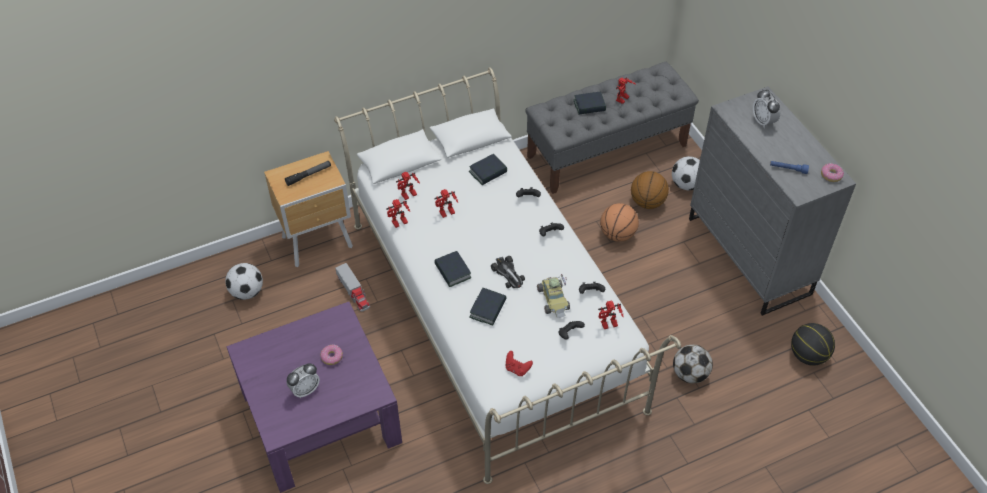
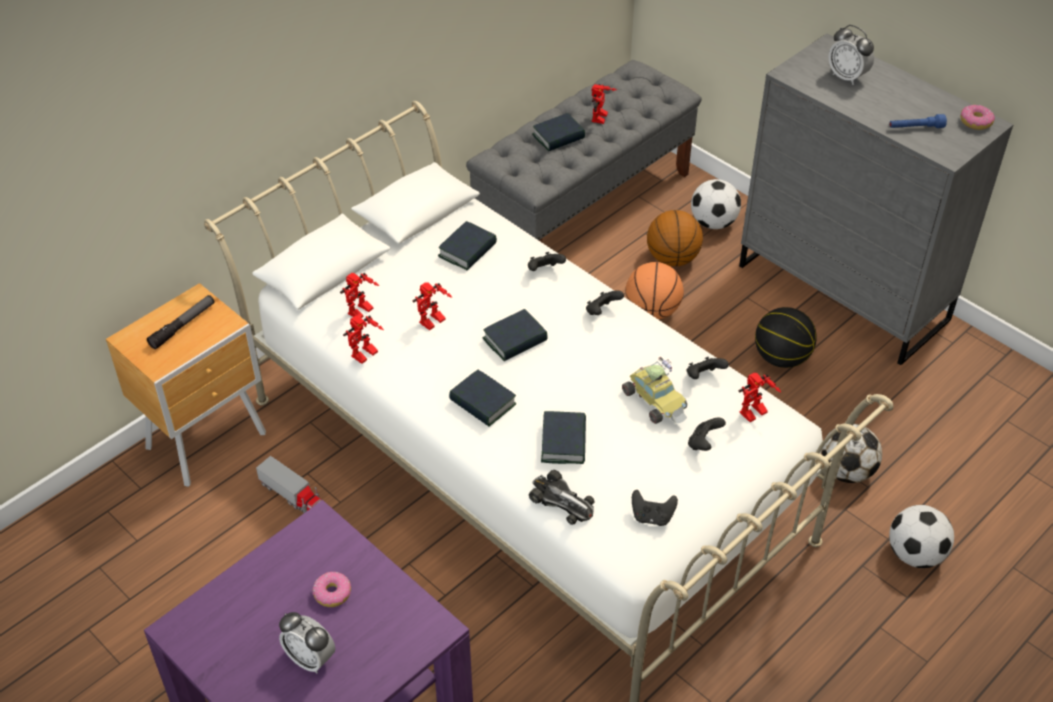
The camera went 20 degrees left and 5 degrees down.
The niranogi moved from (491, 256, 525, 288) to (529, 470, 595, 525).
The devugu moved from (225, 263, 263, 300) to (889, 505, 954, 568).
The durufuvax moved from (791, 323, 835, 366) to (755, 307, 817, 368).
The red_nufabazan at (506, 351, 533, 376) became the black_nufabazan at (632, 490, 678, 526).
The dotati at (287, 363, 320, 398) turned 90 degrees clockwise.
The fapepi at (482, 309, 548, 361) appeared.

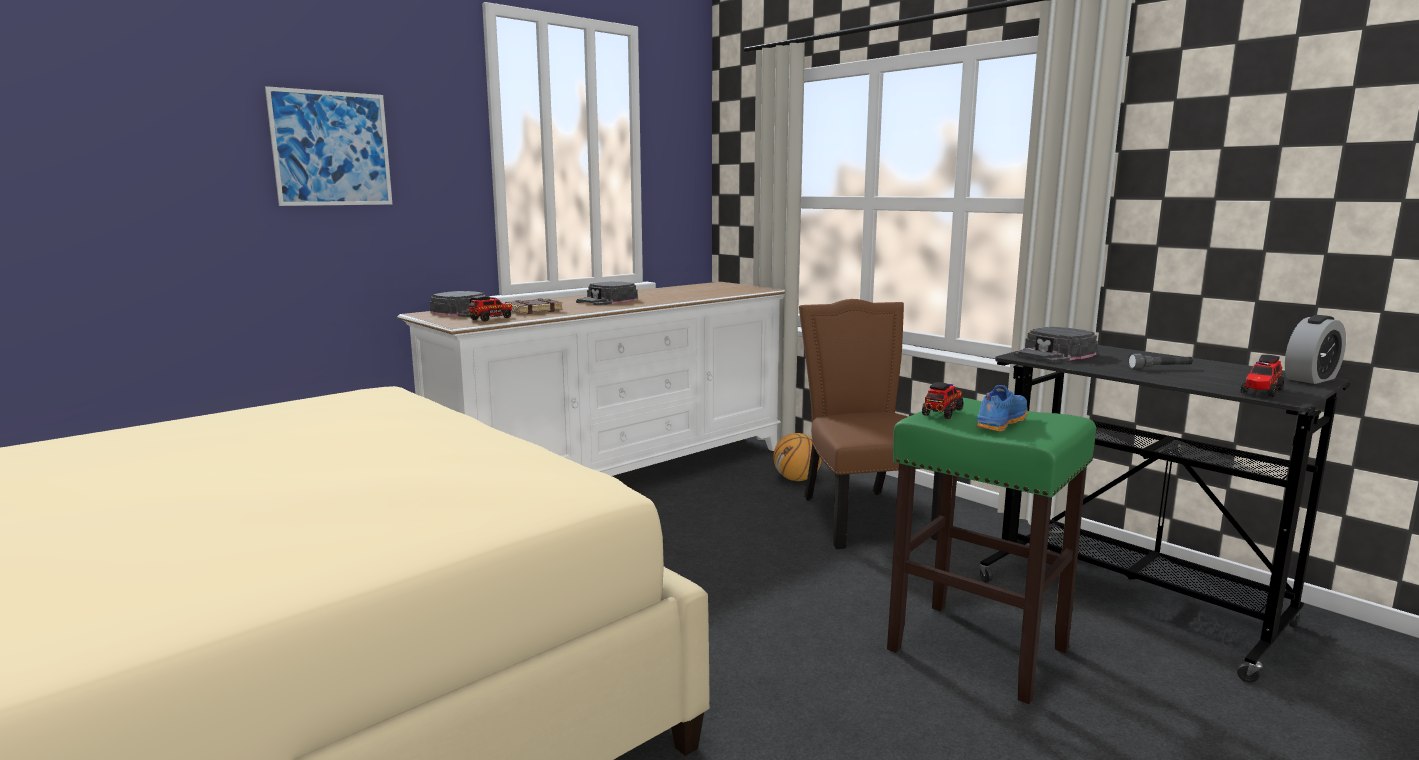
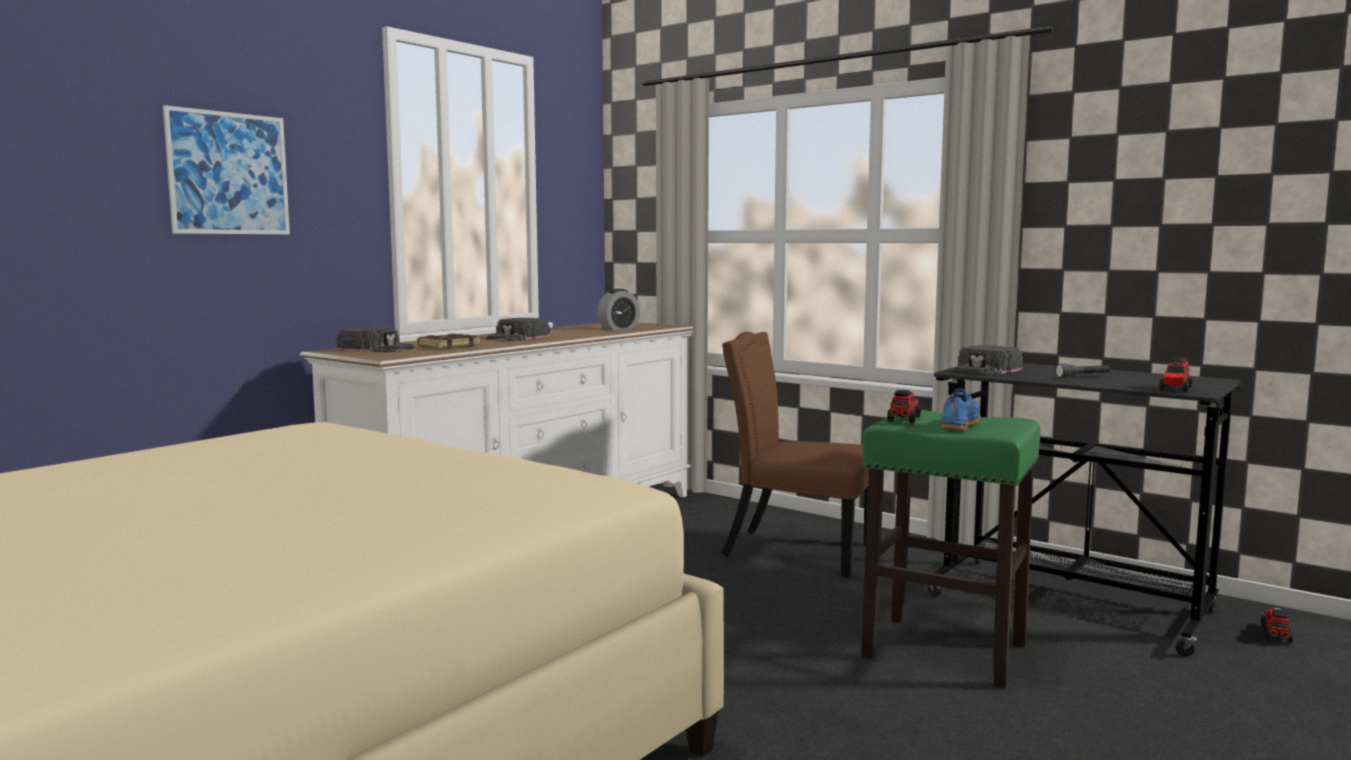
The camera went 10 degrees left and 5 degrees down.
The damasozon moved from (468, 295, 512, 322) to (1260, 608, 1293, 643).
The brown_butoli at (799, 299, 942, 549) turned 45 degrees counterclockwise.
The dotati moved from (1285, 315, 1346, 384) to (597, 289, 640, 330).
The durufuvax at (773, 433, 822, 481) disappeared.

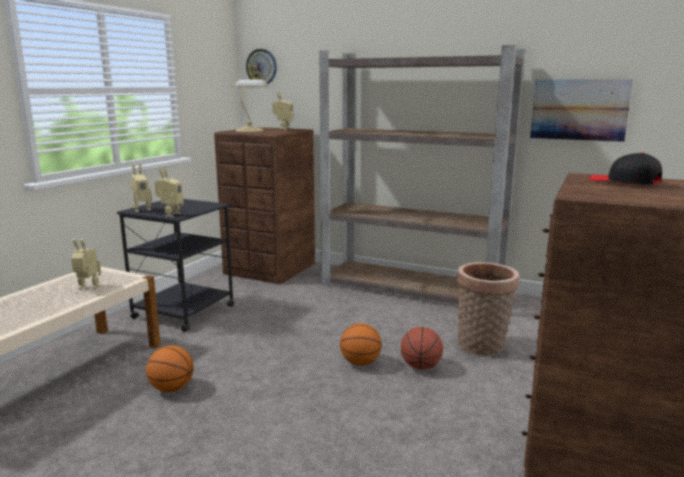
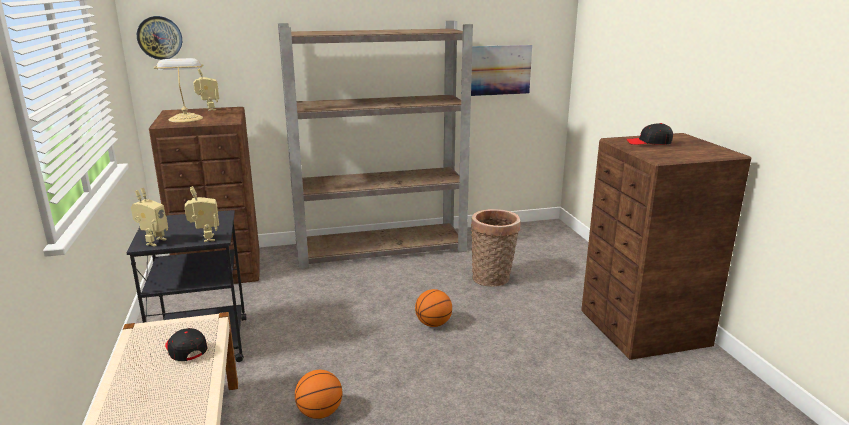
The camera went 40 degrees left and 5 degrees up.
The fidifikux at (71, 239, 101, 289) was replaced by the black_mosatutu at (165, 328, 207, 361).
The durufuvax at (401, 327, 443, 370) disappeared.

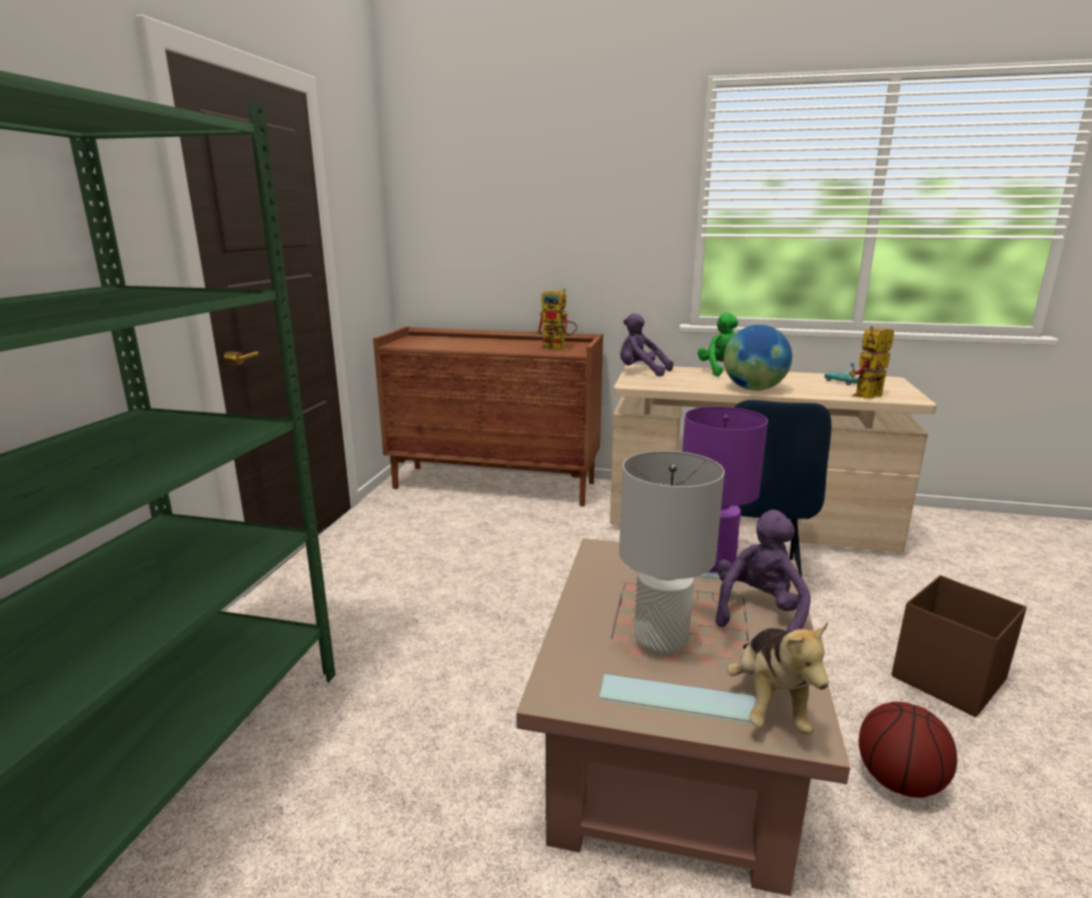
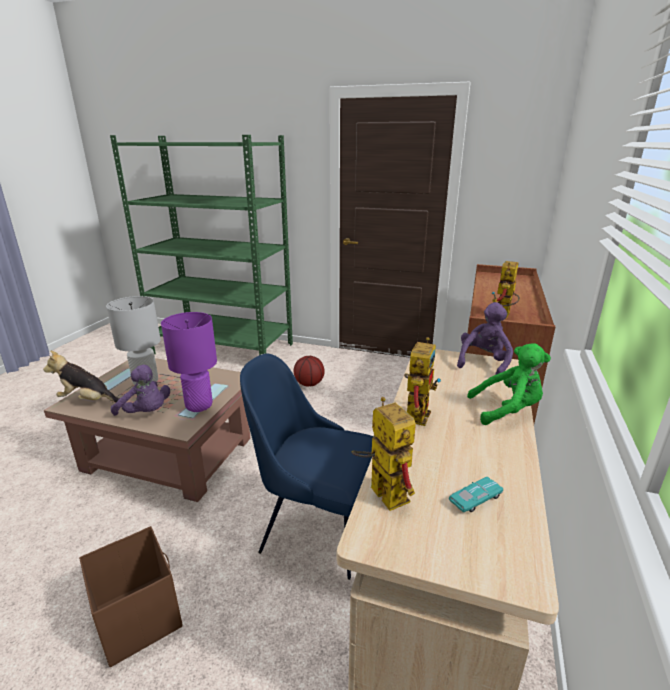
The camera went 95 degrees right and 5 degrees up.
The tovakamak at (724, 325, 792, 391) was replaced by the fidifikux at (404, 337, 441, 426).
The durufuvax moved from (859, 702, 957, 798) to (294, 356, 325, 387).

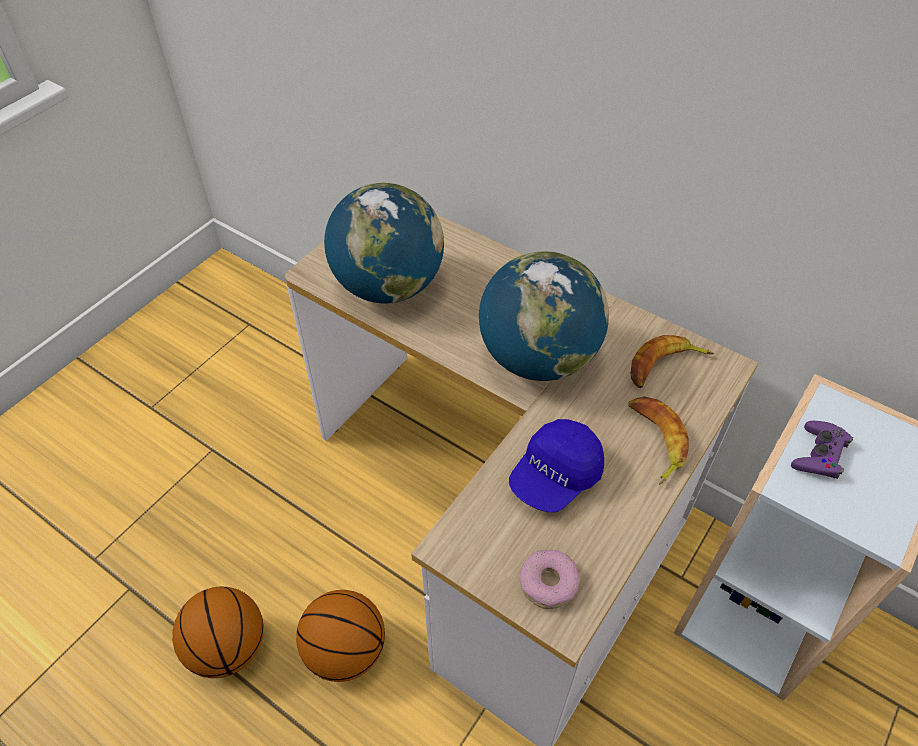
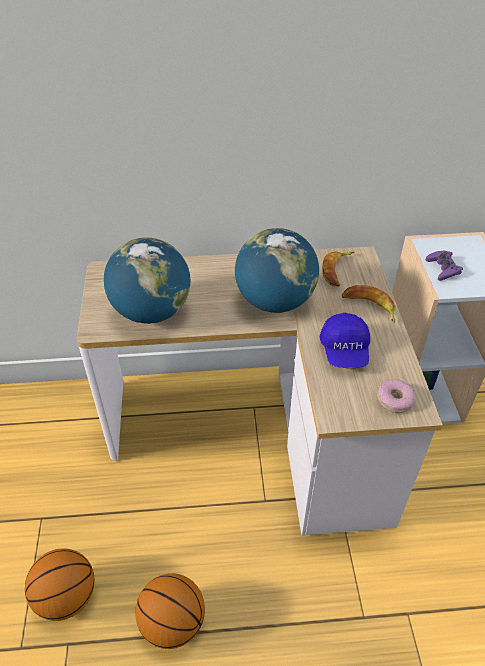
The camera went 40 degrees left and 5 degrees down.
The durufuvax moved from (296, 590, 385, 682) to (25, 548, 95, 621).

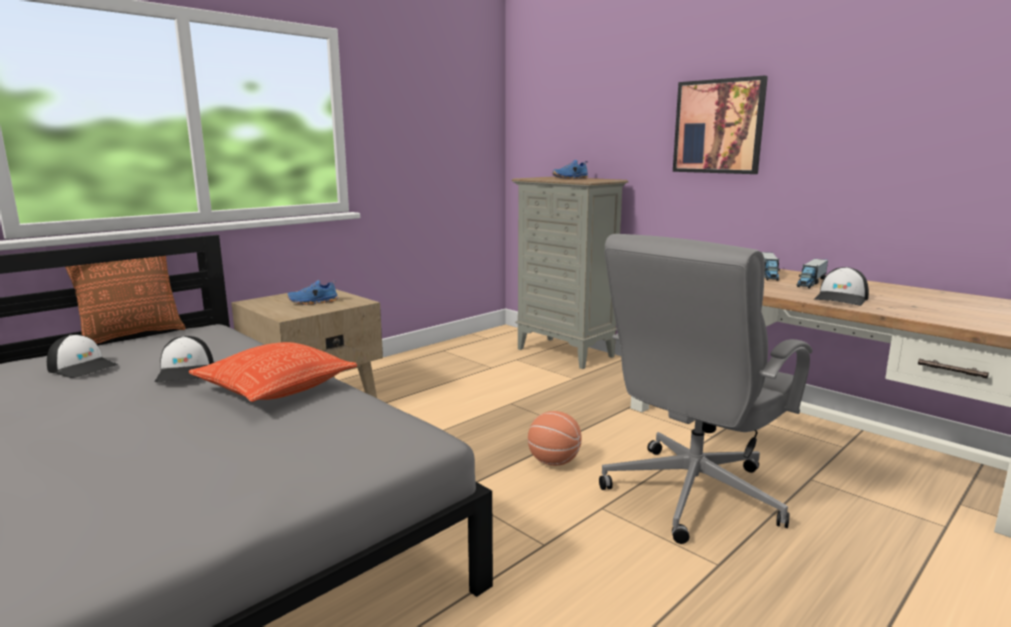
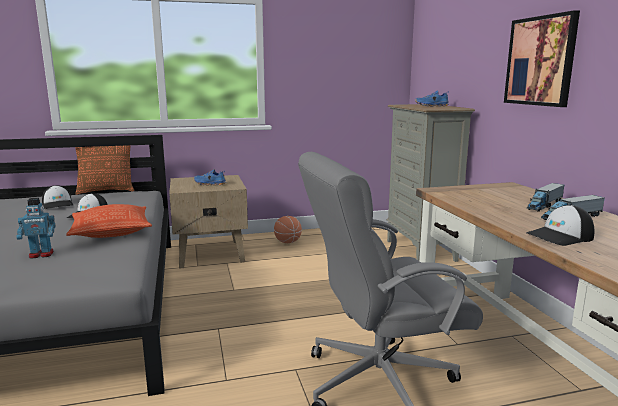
The camera went 30 degrees right and 0 degrees up.
The durufuvax moved from (528, 411, 582, 466) to (274, 216, 302, 243).
The fidifikux at (16, 198, 56, 259) appeared.

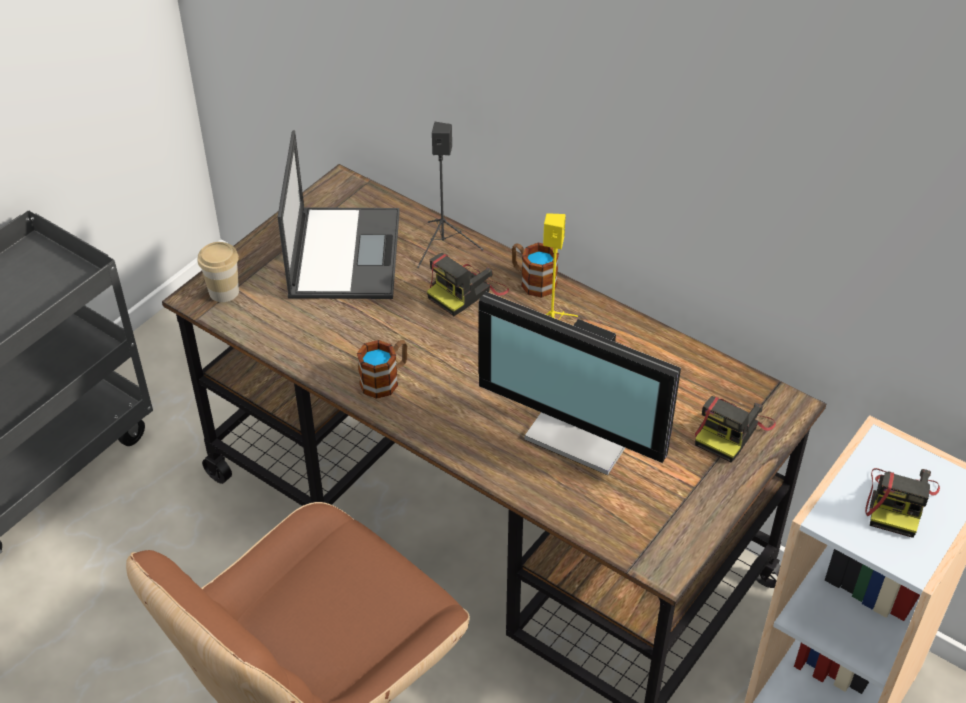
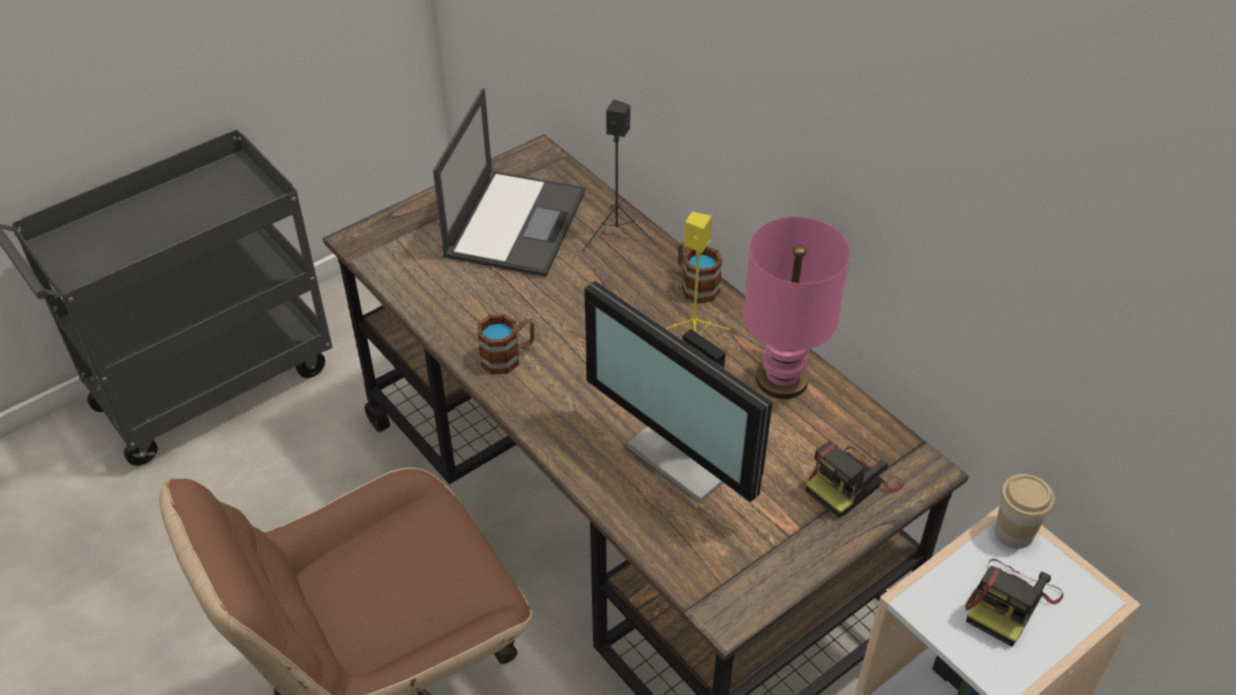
The camera went 15 degrees right and 0 degrees up.
The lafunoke moved from (197, 242, 239, 302) to (995, 474, 1055, 549).
The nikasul at (427, 253, 509, 316) disappeared.
The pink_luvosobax at (743, 217, 850, 399) appeared.

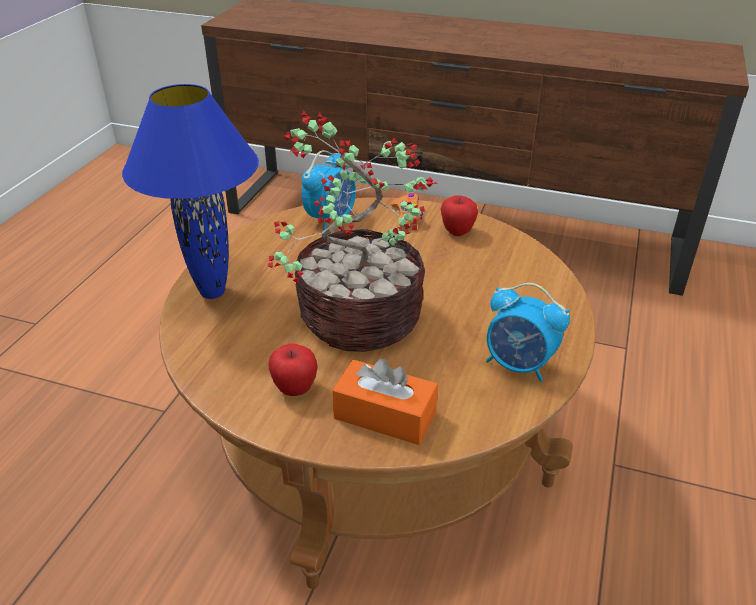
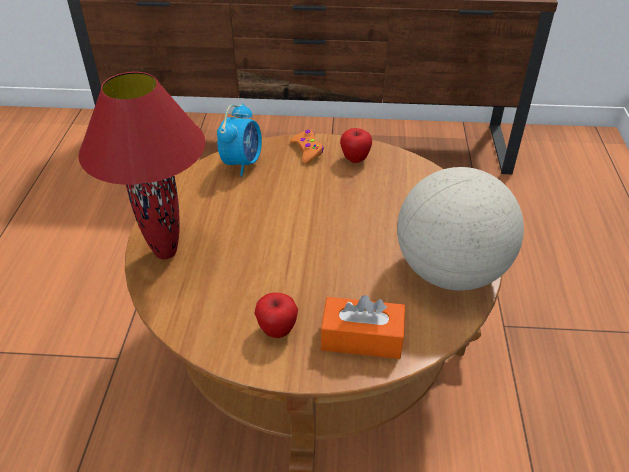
The camera went 15 degrees left and 5 degrees up.
The blue_luvosobax at (122, 84, 259, 299) became the red_luvosobax at (78, 72, 206, 259).
The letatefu at (268, 110, 437, 352) disappeared.
The dotati at (486, 283, 570, 382) was replaced by the tovakamak at (397, 167, 524, 291).

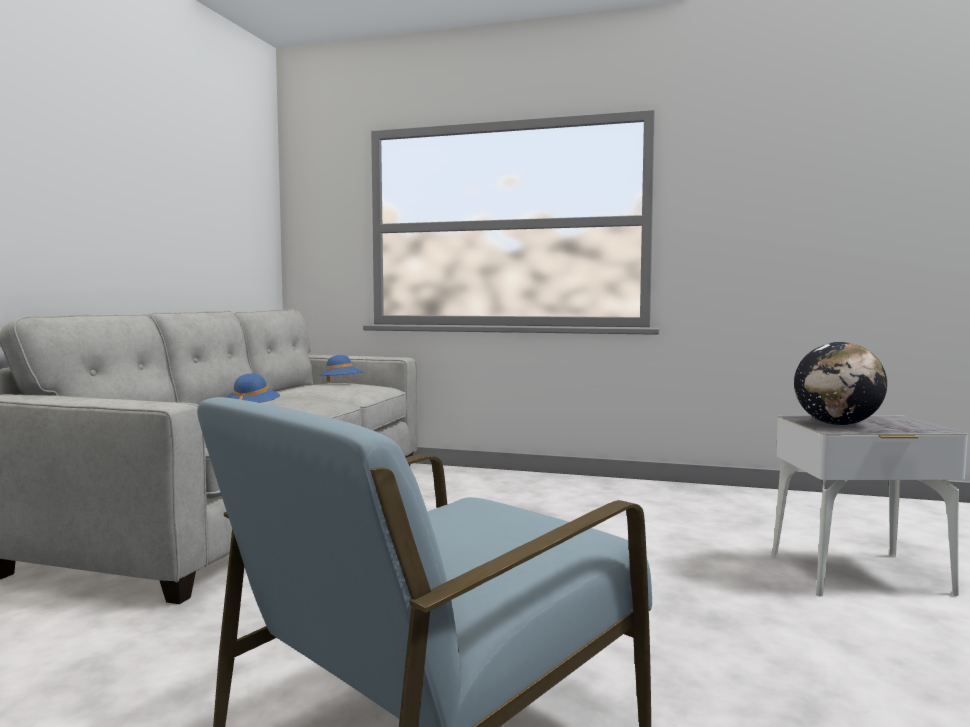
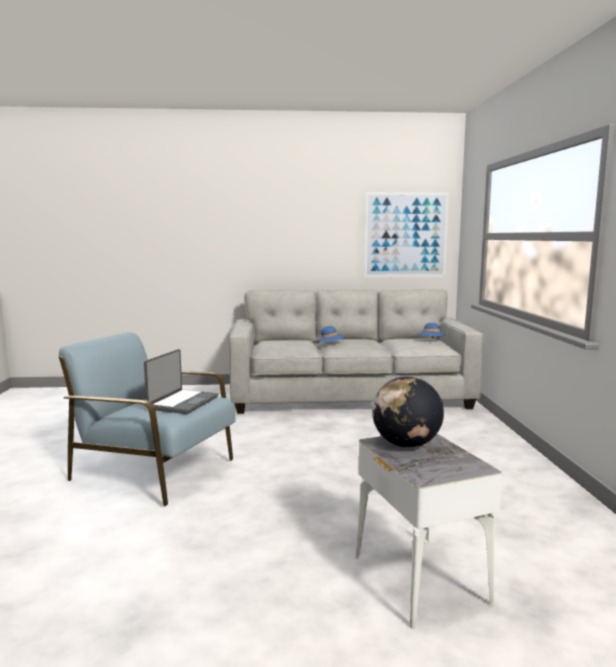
The camera went 70 degrees right and 5 degrees up.
The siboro at (364, 192, 449, 277) appeared.
The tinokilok at (144, 349, 218, 414) appeared.

